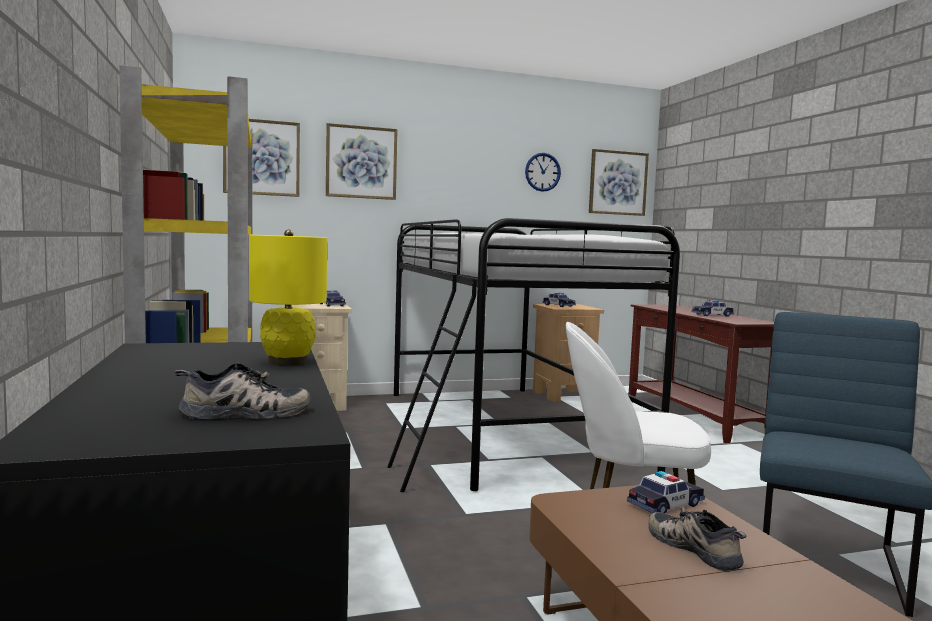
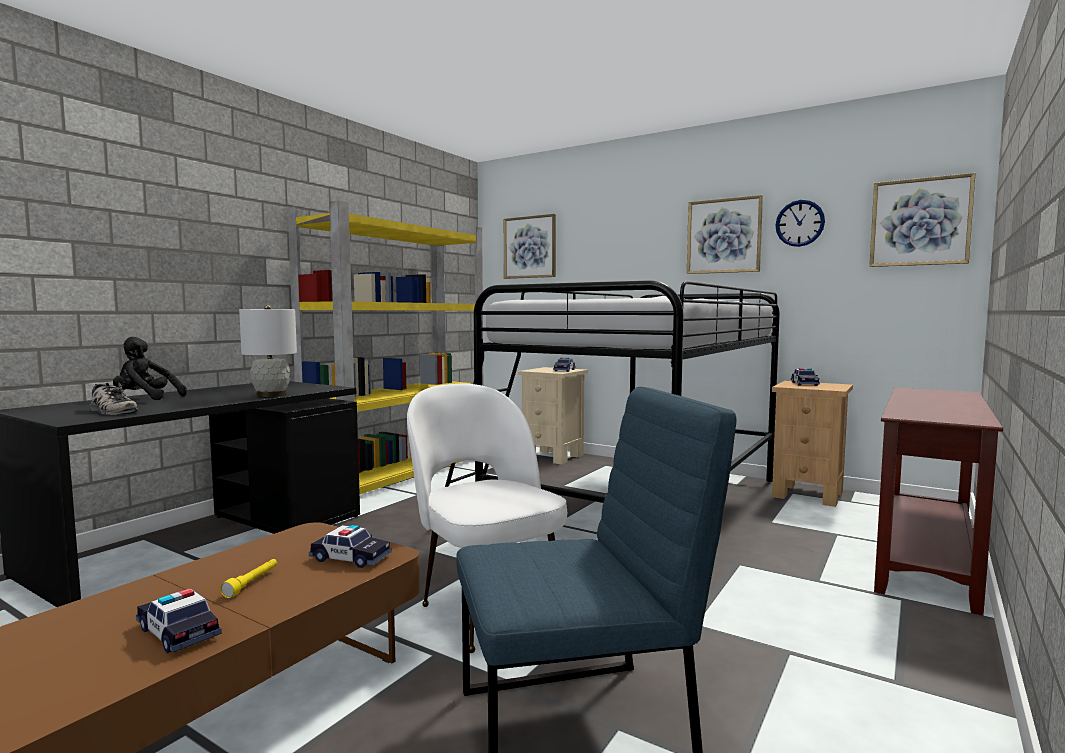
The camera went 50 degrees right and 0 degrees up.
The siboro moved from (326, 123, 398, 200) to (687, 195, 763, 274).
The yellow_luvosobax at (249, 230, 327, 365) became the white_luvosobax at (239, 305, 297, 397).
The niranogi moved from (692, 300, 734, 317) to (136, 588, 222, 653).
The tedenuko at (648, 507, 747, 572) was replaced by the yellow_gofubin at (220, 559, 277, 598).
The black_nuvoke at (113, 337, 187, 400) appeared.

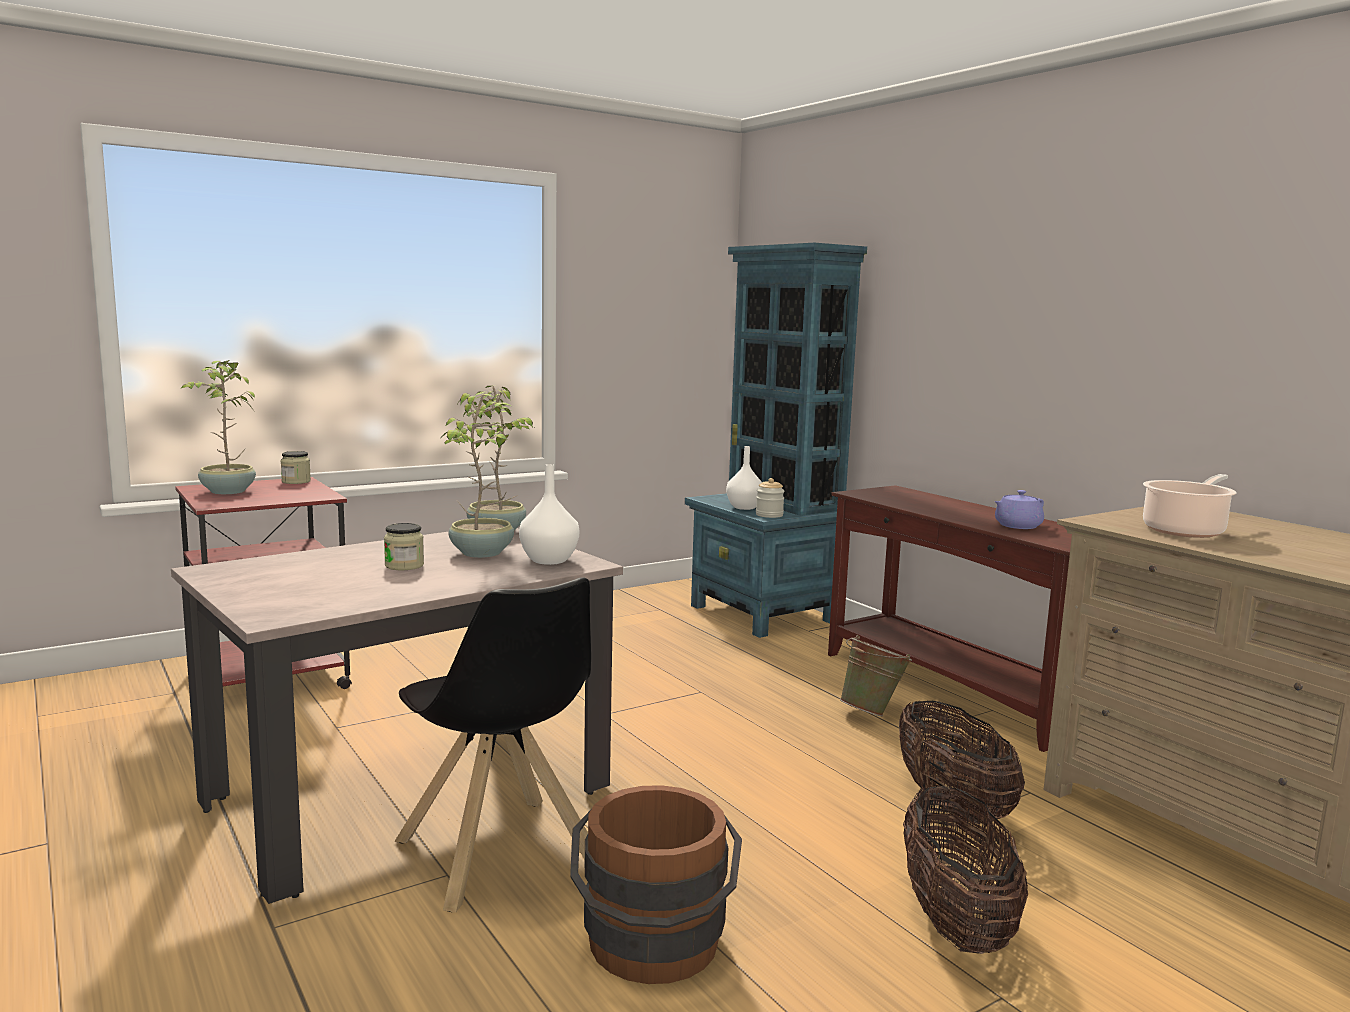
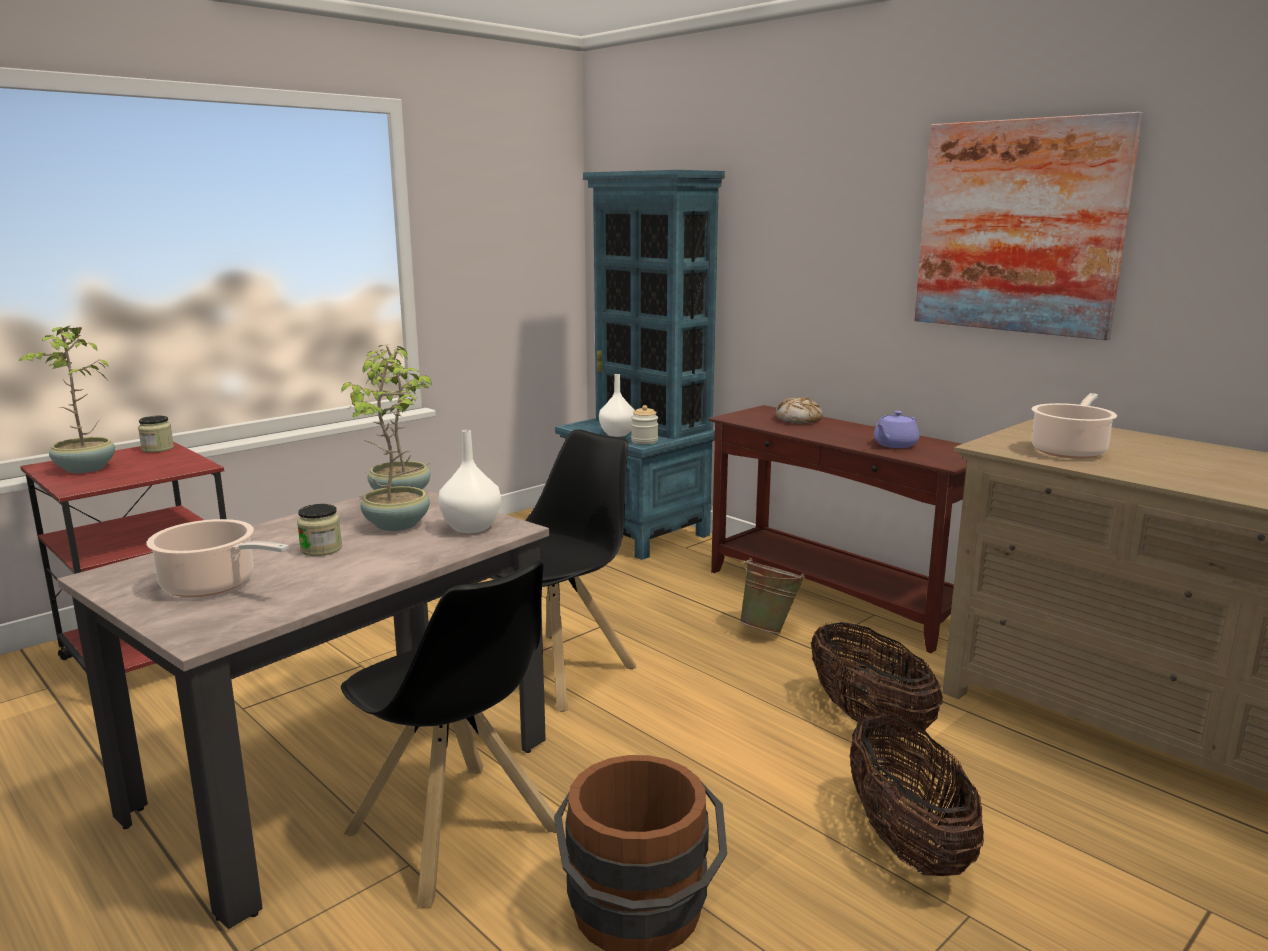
The camera went 10 degrees left and 5 degrees up.
The siboro at (914, 112, 1143, 340) appeared.
The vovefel at (776, 397, 823, 424) appeared.
The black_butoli at (491, 429, 636, 711) appeared.
The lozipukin at (147, 519, 289, 597) appeared.

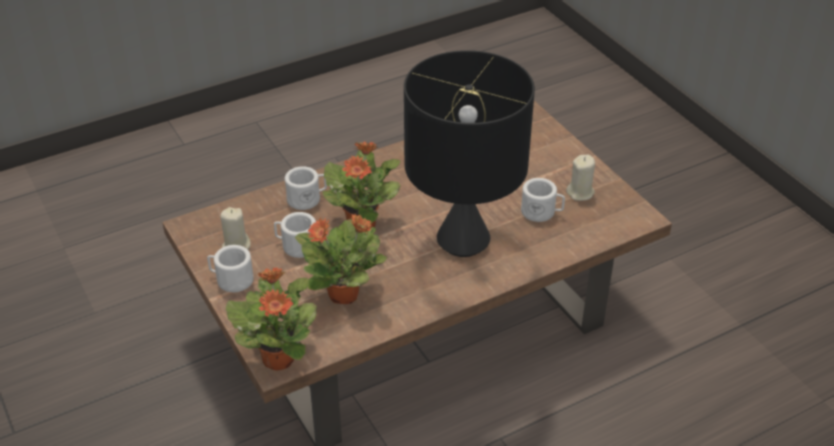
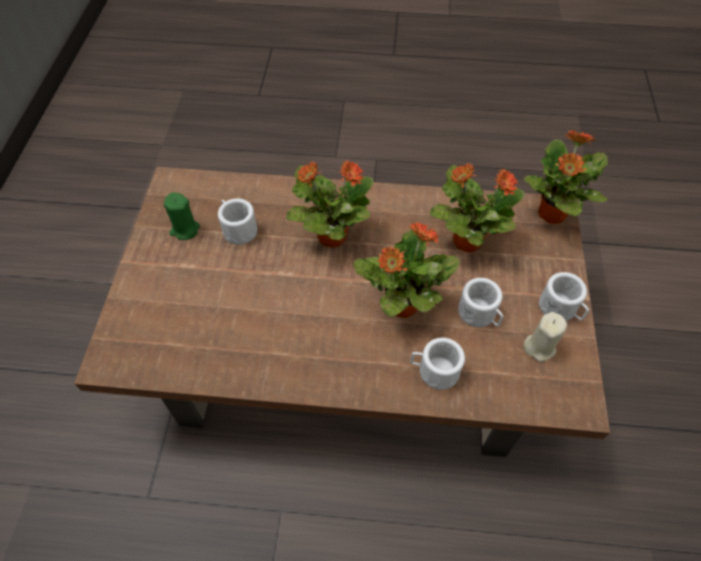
The camera went 145 degrees left and 15 degrees up.
The black_luvosobax at (404, 50, 535, 257) was replaced by the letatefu at (286, 160, 374, 247).
The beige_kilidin at (566, 154, 595, 201) became the green_kilidin at (164, 193, 200, 240).

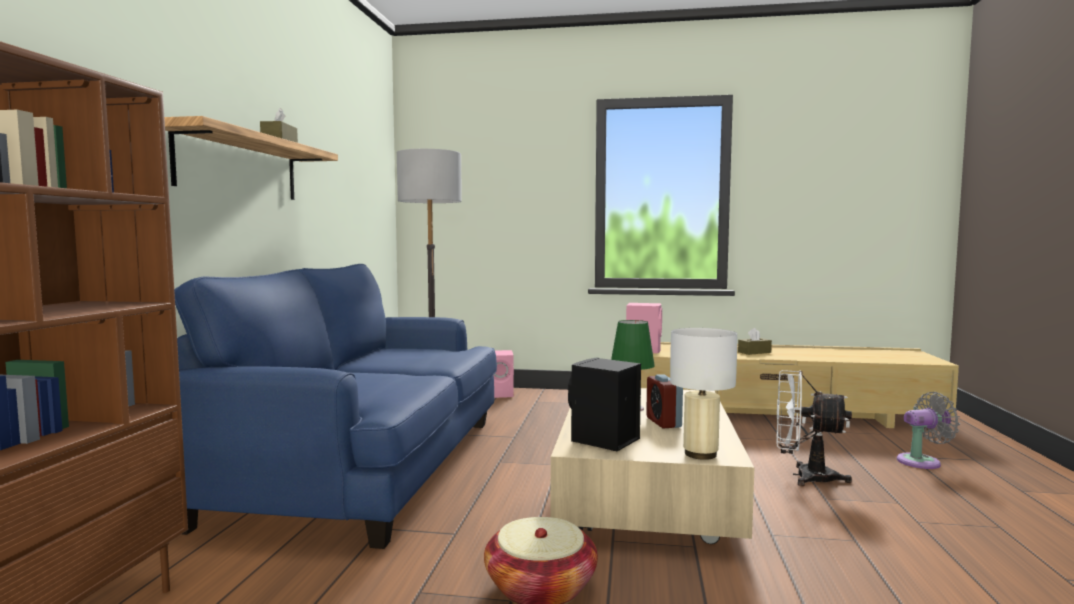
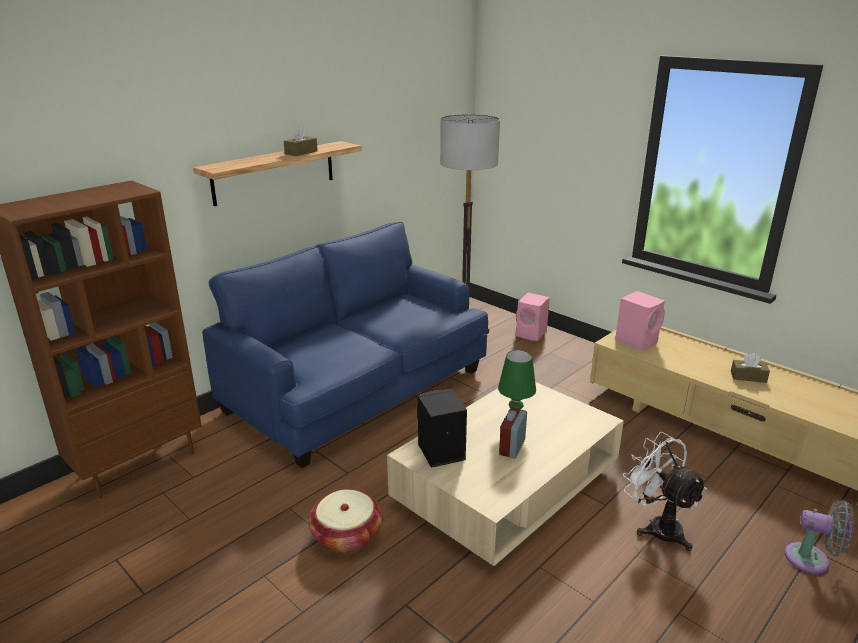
The camera went 35 degrees right and 20 degrees up.
The white_luvosobax at (670, 328, 737, 460) disappeared.

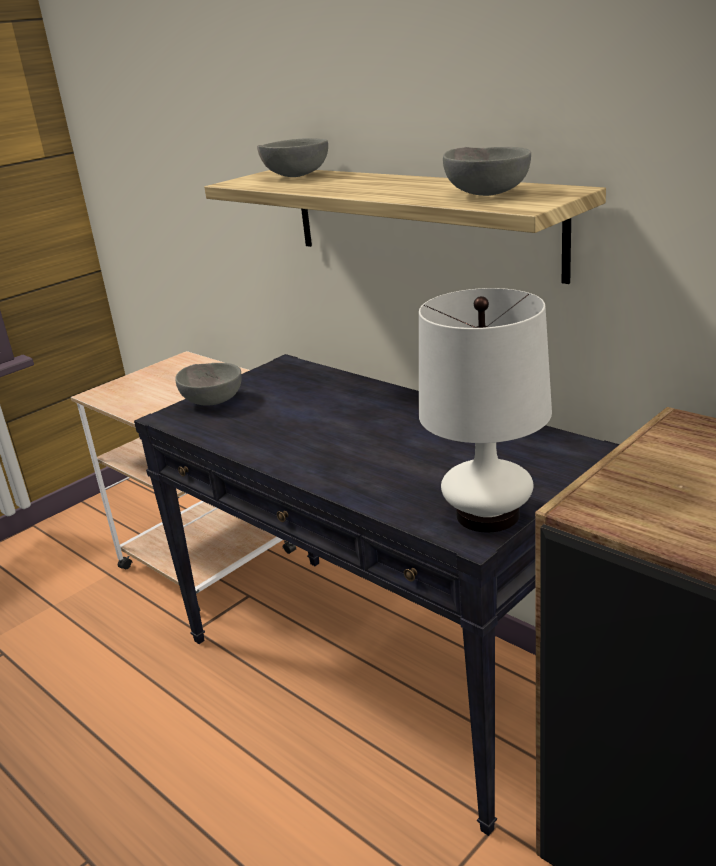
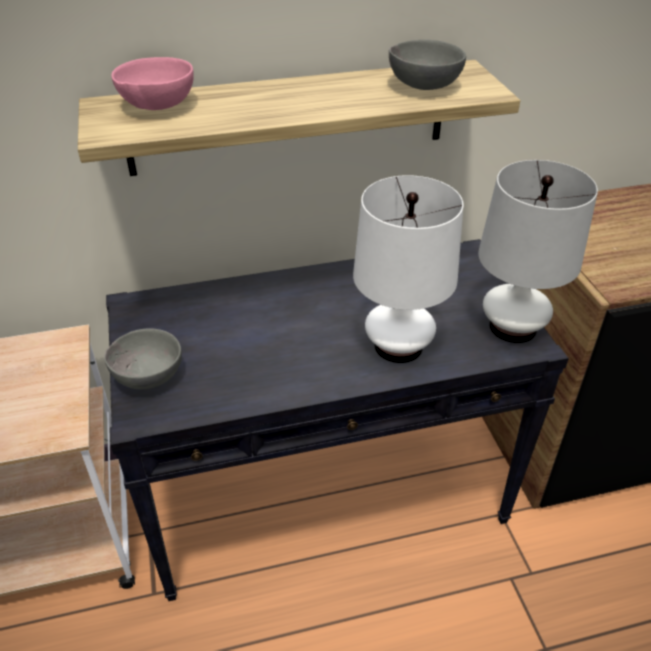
The camera went 60 degrees left and 15 degrees up.
The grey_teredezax at (257, 138, 328, 177) became the pink_teredezax at (111, 57, 194, 110).
The white_luvosobax at (353, 175, 464, 363) appeared.

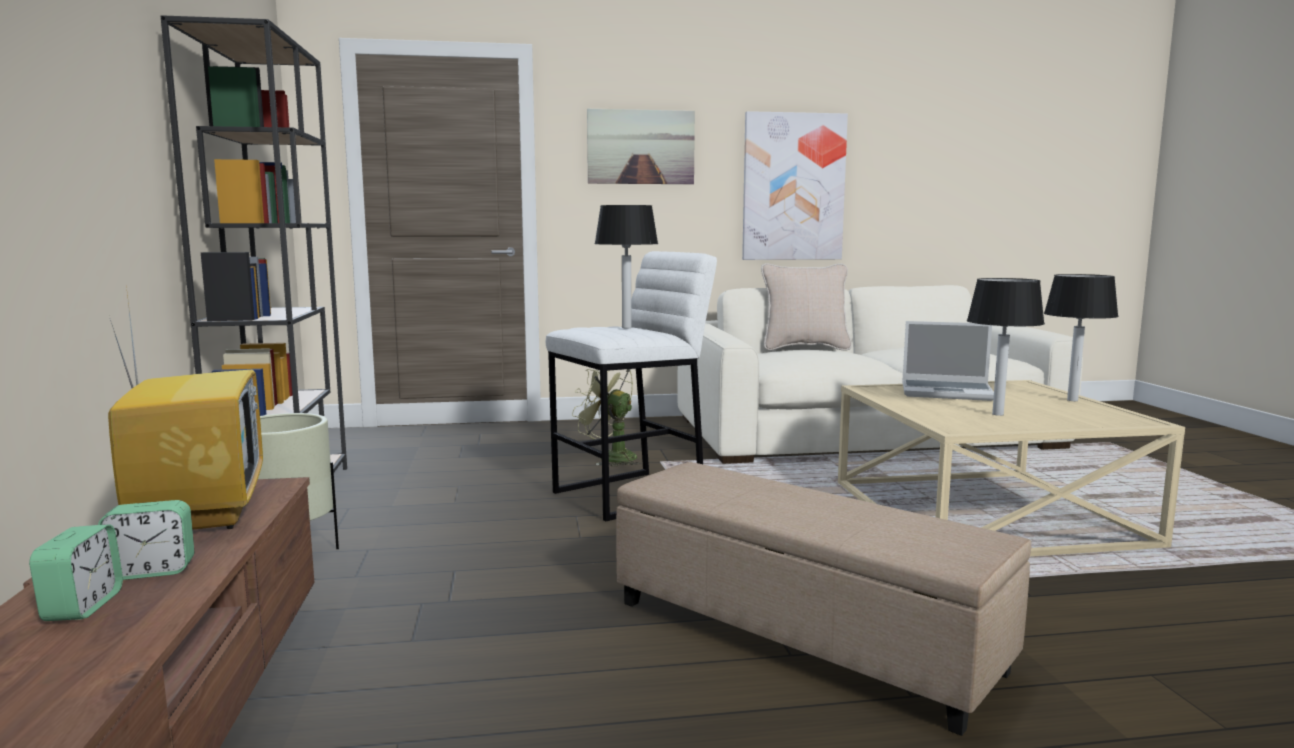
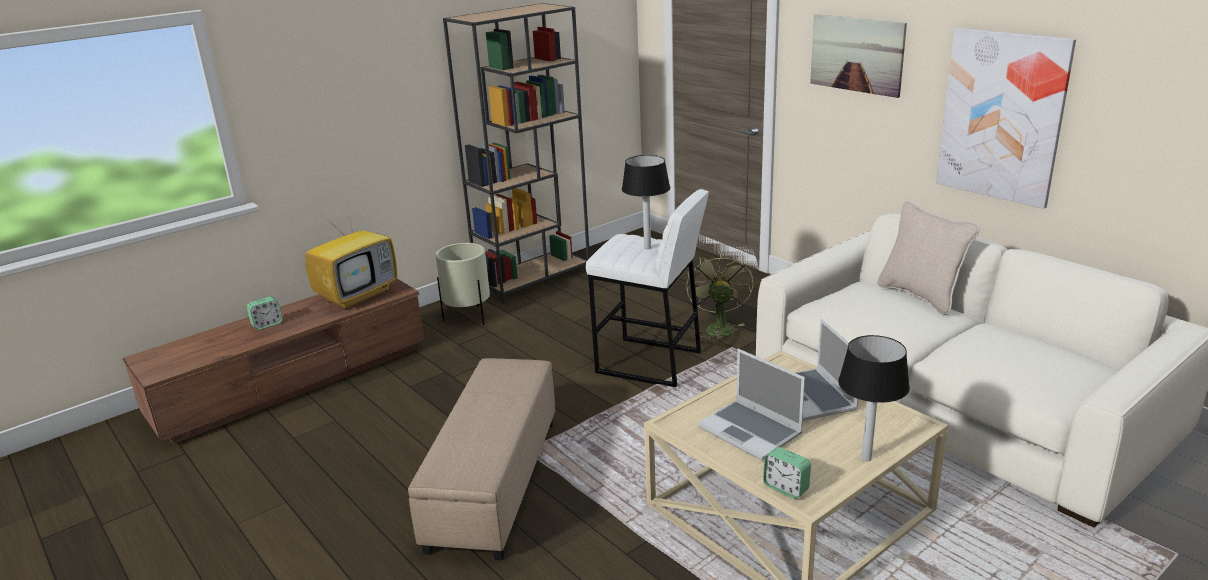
The camera went 60 degrees right and 15 degrees up.
The luvosobax at (967, 278, 1045, 416) was replaced by the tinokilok at (698, 349, 805, 460).
The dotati moved from (98, 500, 194, 580) to (763, 447, 811, 499).

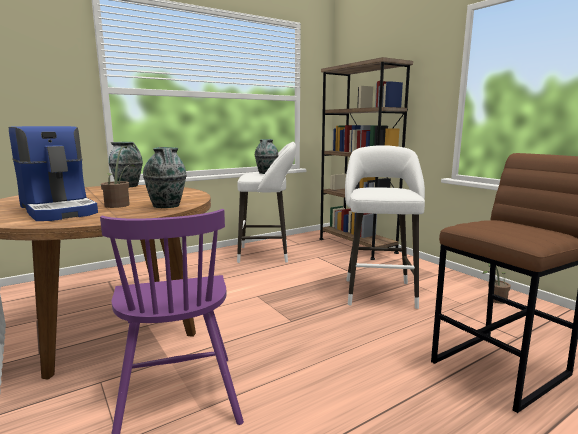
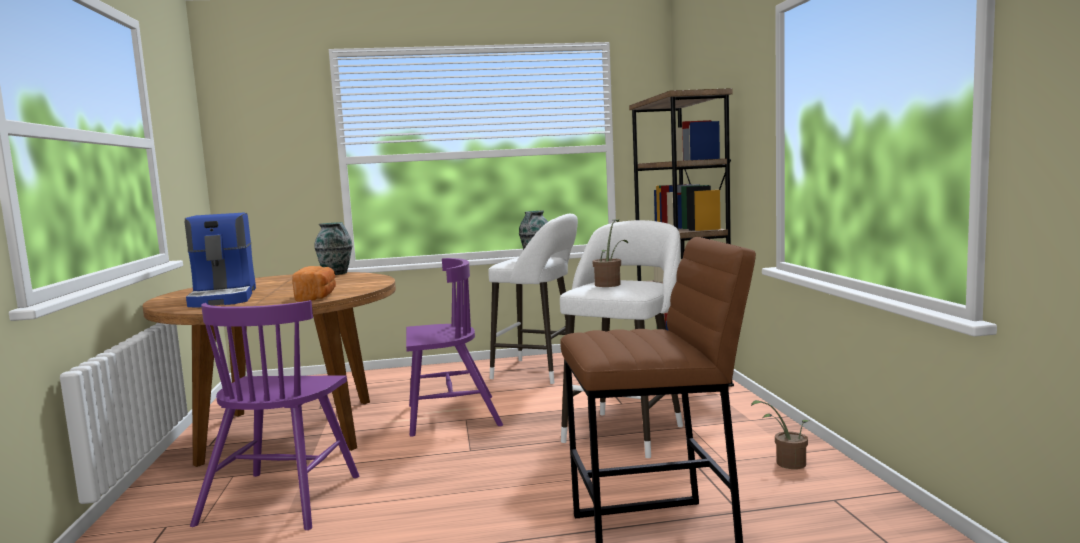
The camera went 25 degrees right and 5 degrees down.
The letatefu moved from (101, 146, 136, 208) to (592, 219, 628, 287).
The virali at (143, 147, 187, 208) was replaced by the vovefel at (293, 266, 336, 302).
The purple_butoli at (406, 258, 503, 437) appeared.

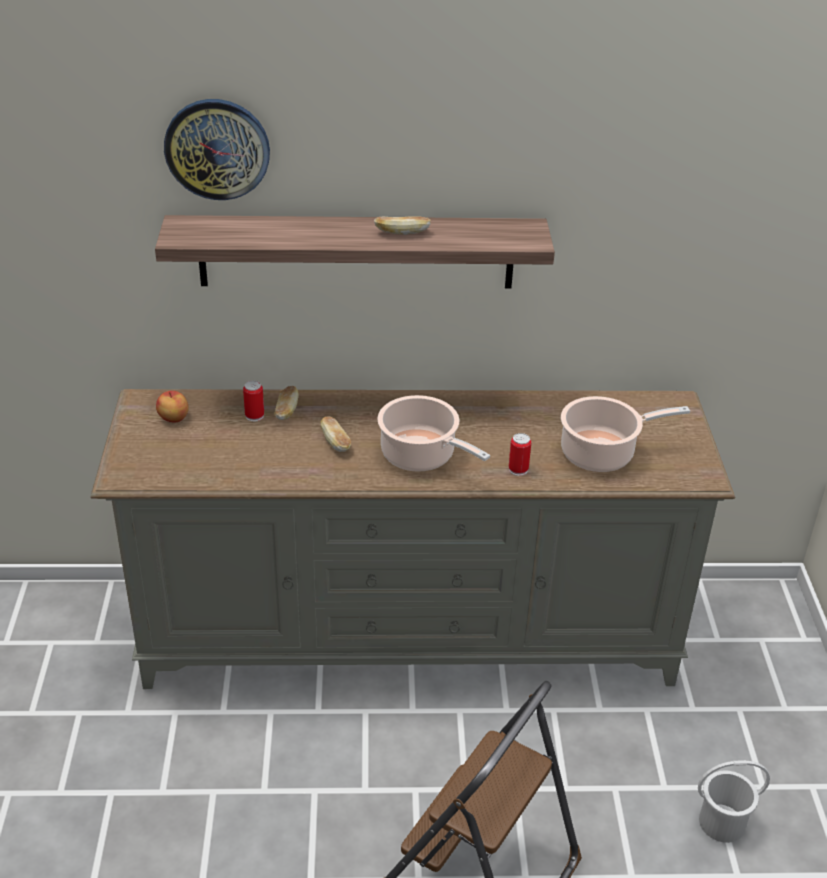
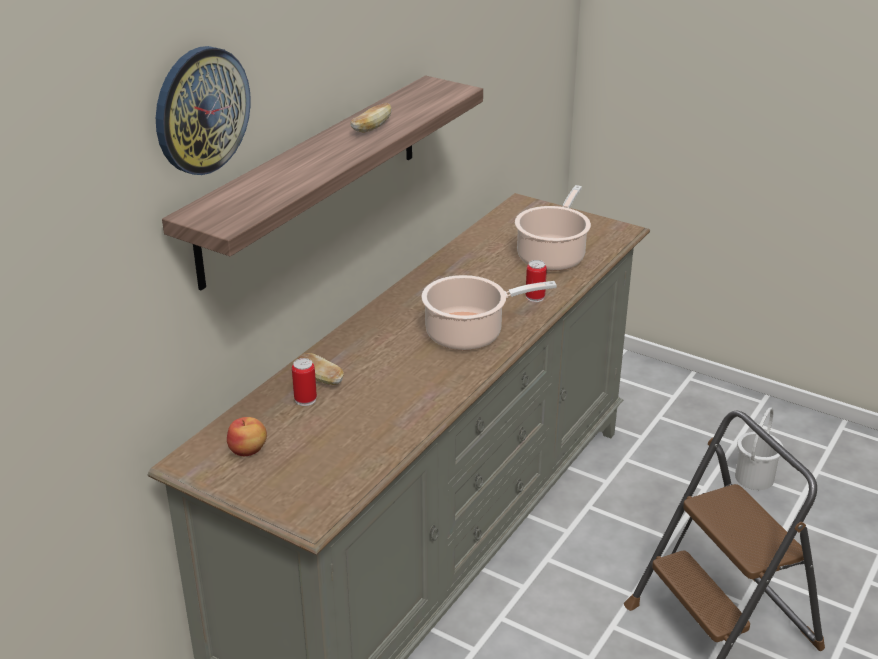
The camera went 55 degrees left and 5 degrees down.
The vovefel at (320, 416, 351, 452) disappeared.

